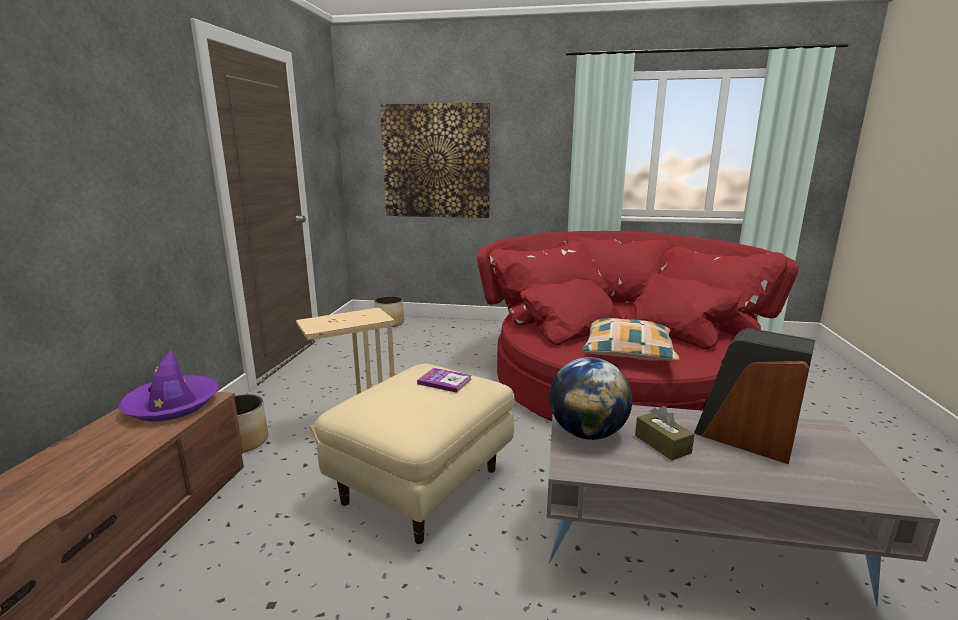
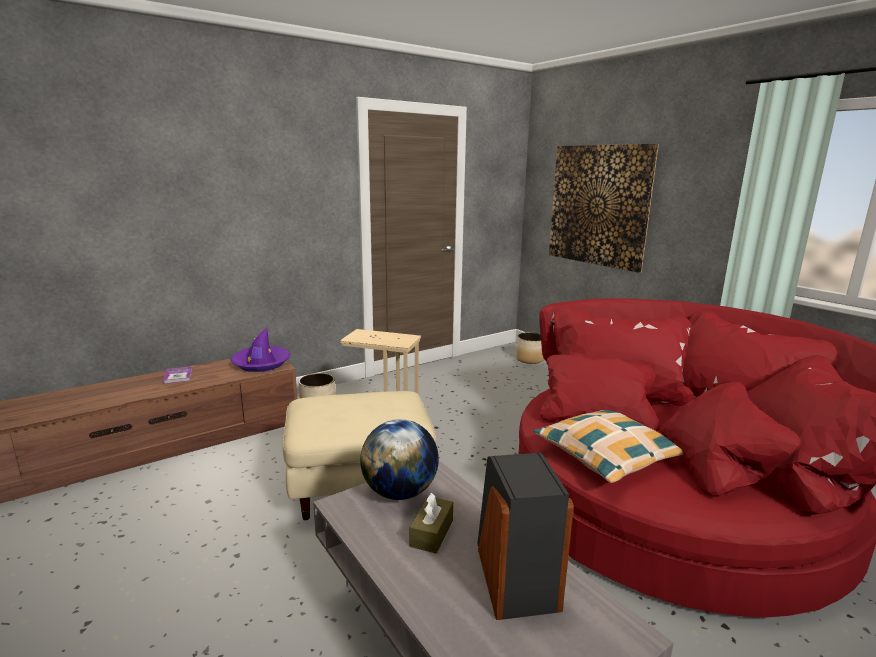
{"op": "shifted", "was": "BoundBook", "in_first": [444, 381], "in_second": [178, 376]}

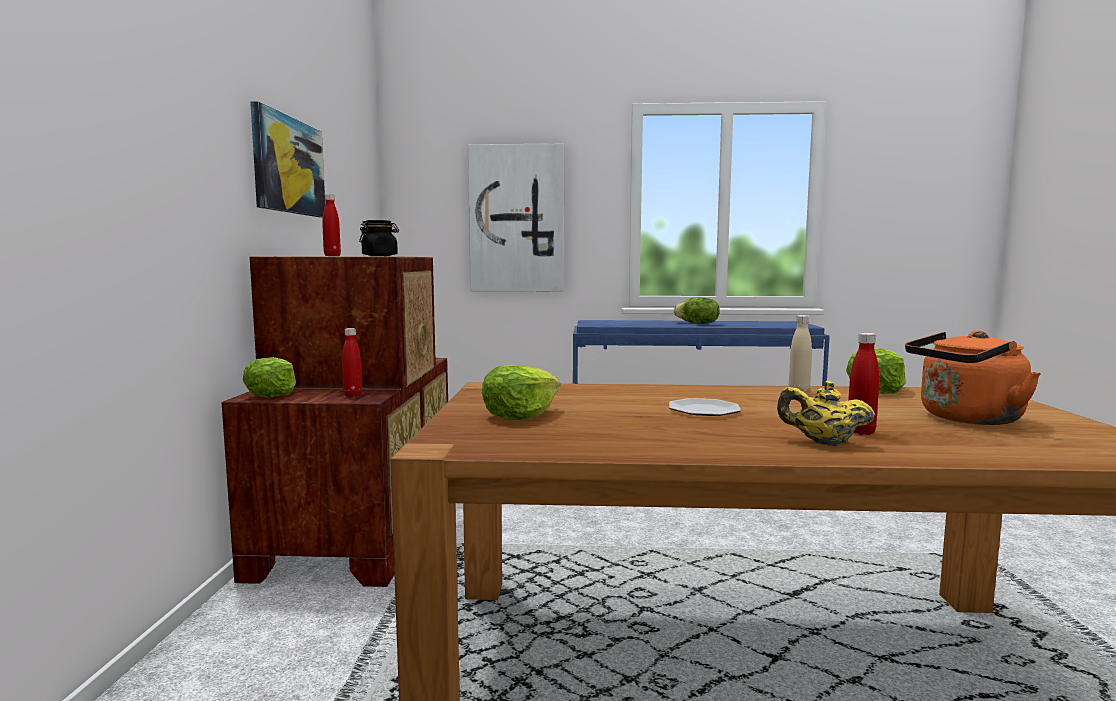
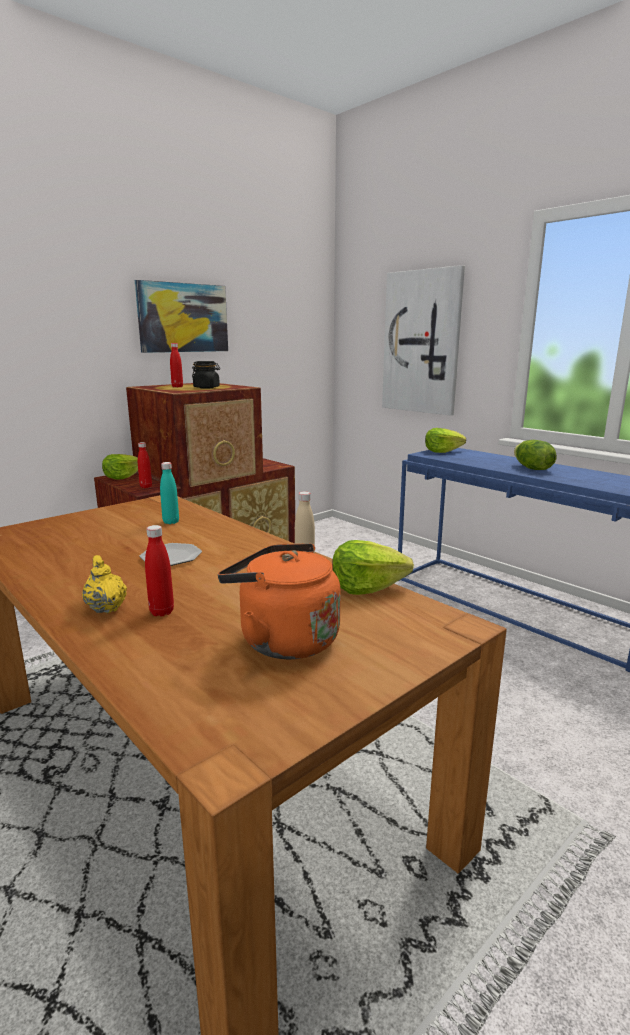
{"op": "new", "now": "BlueGreenBottle", "in_second": [171, 522]}
{"op": "shifted", "was": "HeadOfLettuce", "in_first": [520, 415], "in_second": [442, 451]}

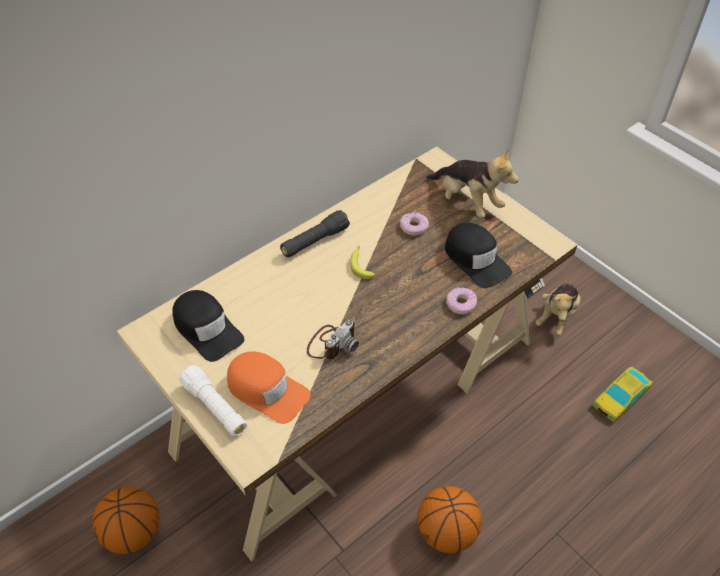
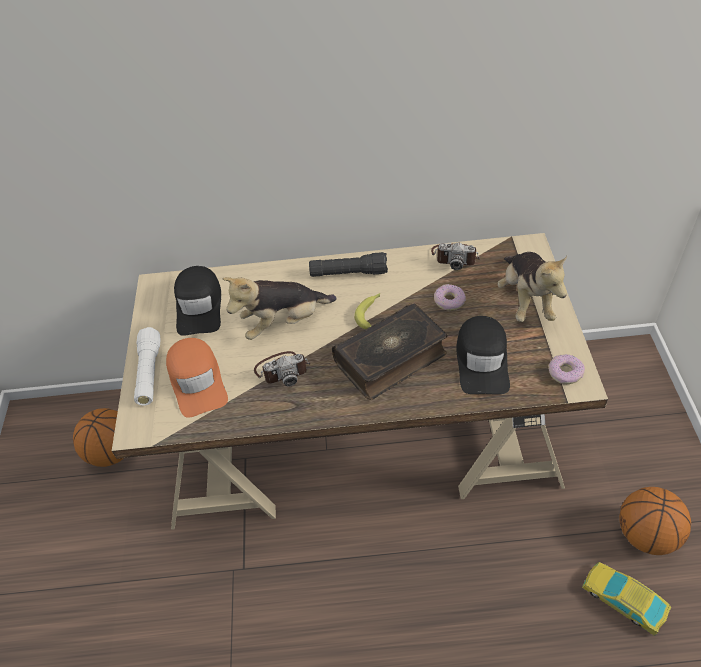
{"op": "new", "now": "BoundBook", "in_second": [391, 359]}
{"op": "new", "now": "StillCamera", "in_second": [455, 257]}
{"op": "shifted", "was": "Basketball", "in_first": [446, 532], "in_second": [646, 535]}
{"op": "shifted", "was": "RingDoughnut", "in_first": [460, 304], "in_second": [565, 372]}
{"op": "shifted", "was": "SoftToy", "in_first": [557, 316], "in_second": [283, 323]}
{"op": "rotated", "was": "MiniatureCar", "in_first": [621, 397], "in_second": [623, 600], "clockwise": 45}

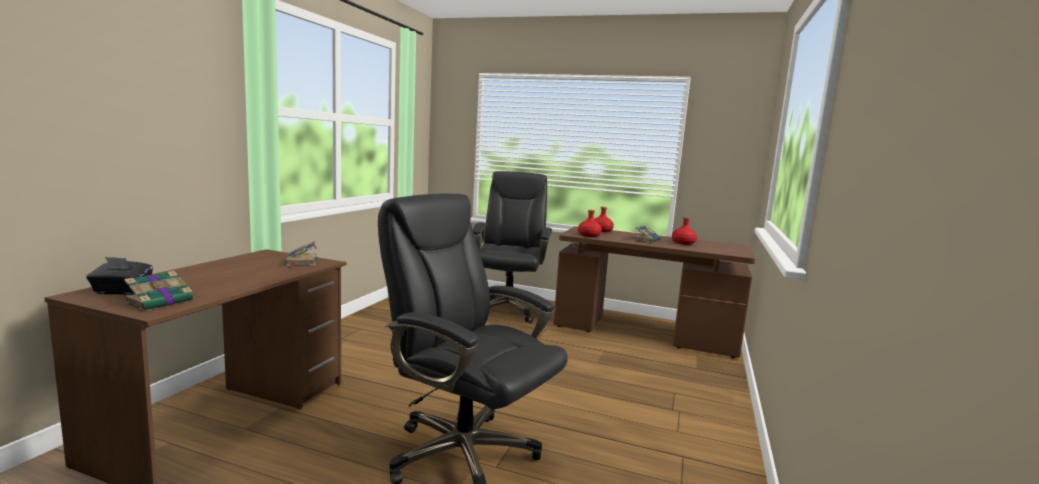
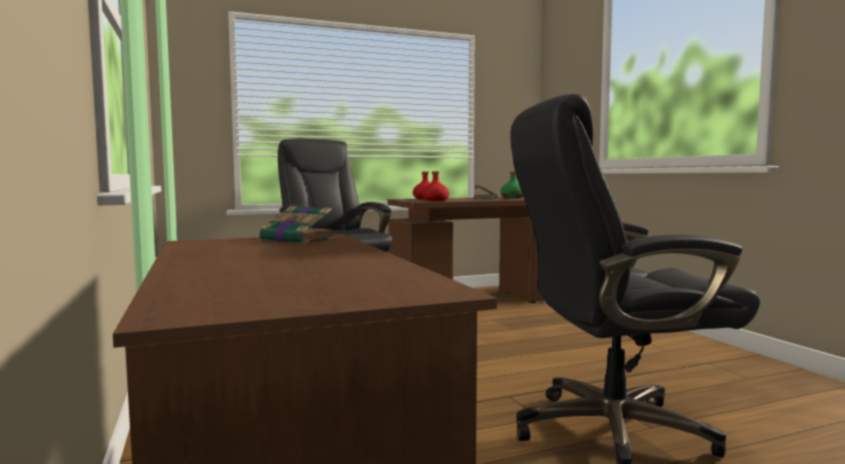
{"op": "gone", "was": "BlackBoxOfTissues", "in_first": [121, 291]}
{"op": "gone", "was": "BoundBook", "in_first": [161, 301]}
{"op": "repainted", "was": "RedBottle", "now": "GreenColouredBottle", "in_first": [683, 243], "in_second": [513, 198]}

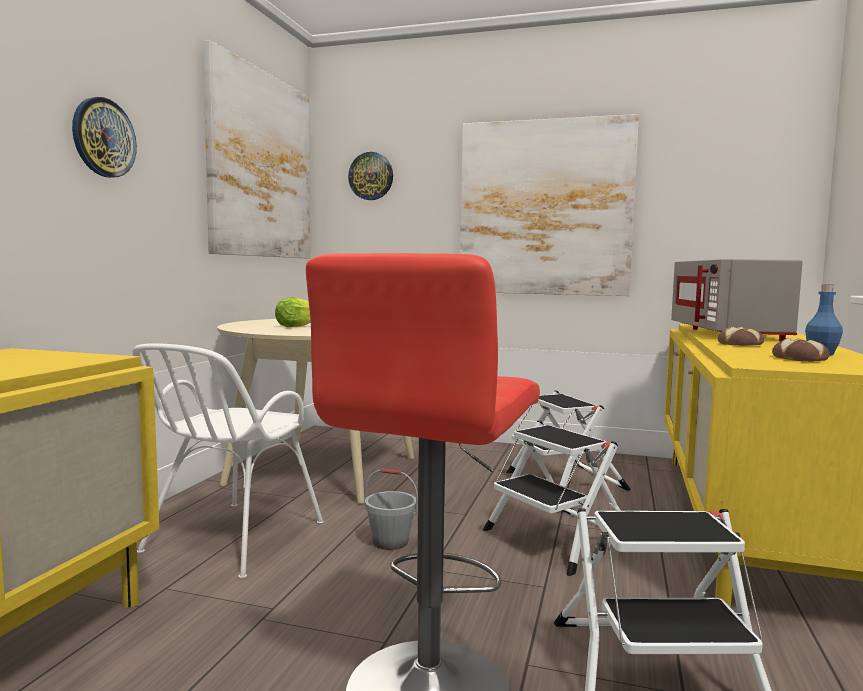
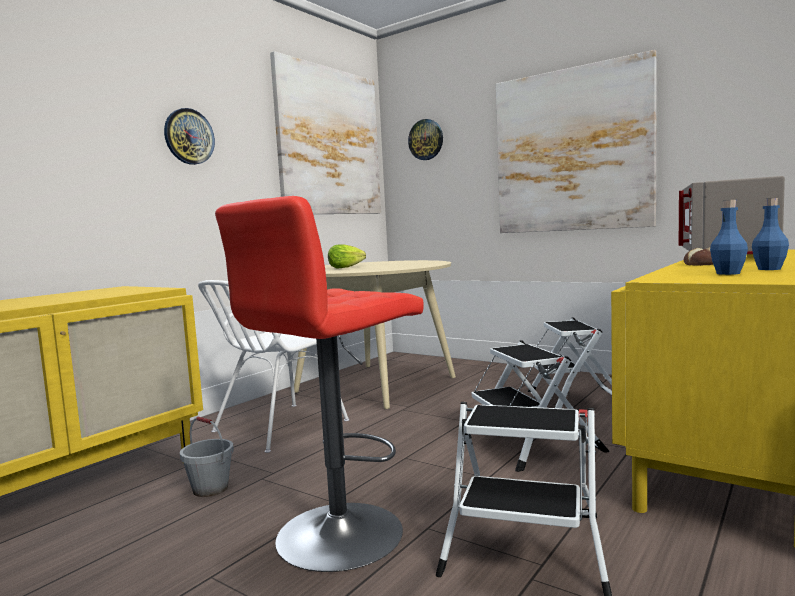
{"op": "shifted", "was": "GreyWaterBucket", "in_first": [390, 542], "in_second": [210, 489]}
{"op": "swapped", "was": "BakedBread", "now": "BluishBottle", "in_first": [800, 359], "in_second": [728, 273]}

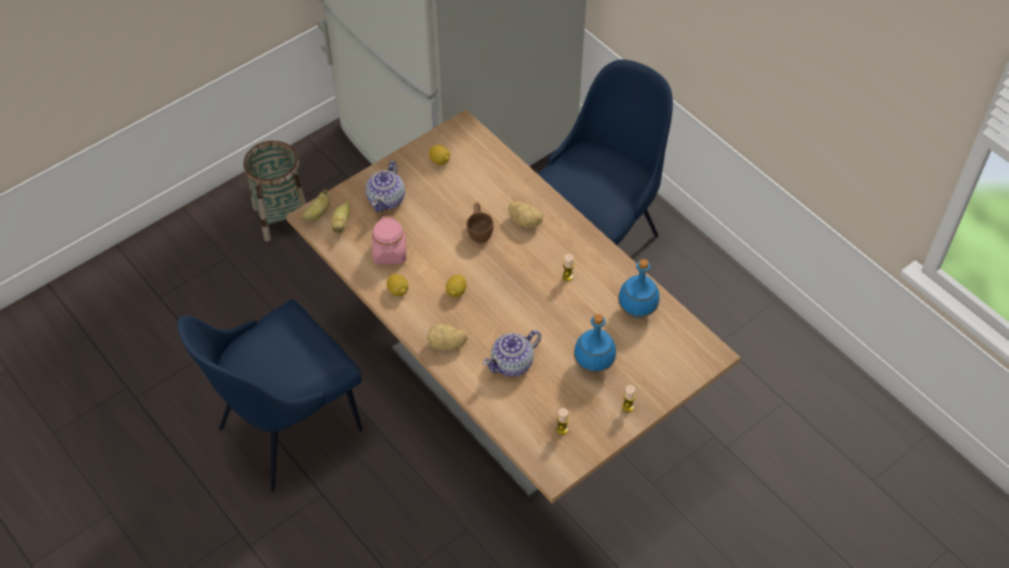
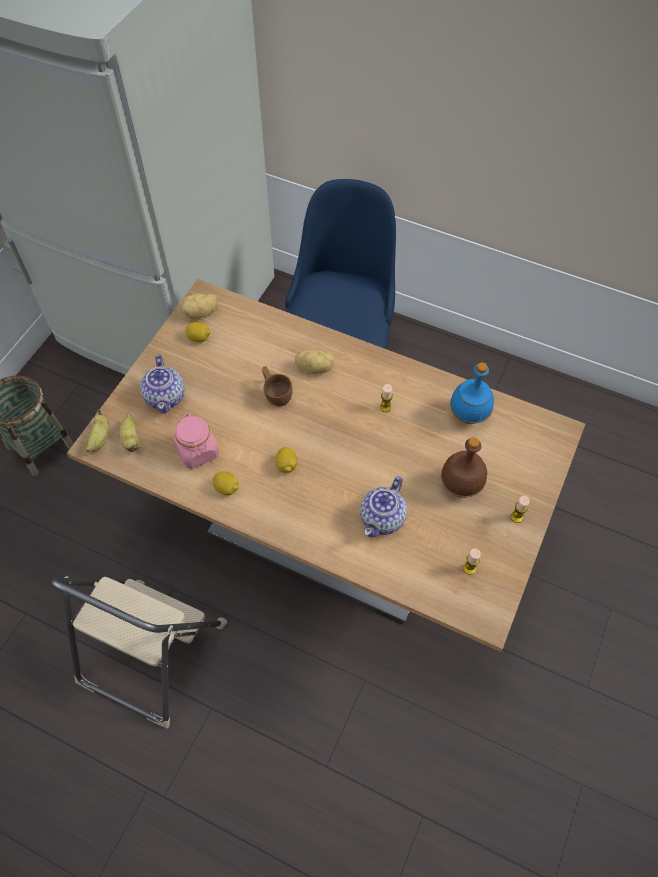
{"op": "shifted", "was": "Spud", "in_first": [447, 345], "in_second": [201, 313]}
{"op": "swapped", "was": "BluishUprightChair", "now": "SandColouredStepStool", "in_first": [290, 430], "in_second": [148, 656]}
{"op": "repainted", "was": "BluishBottle", "now": "BrownColouredBottle", "in_first": [594, 365], "in_second": [461, 487]}

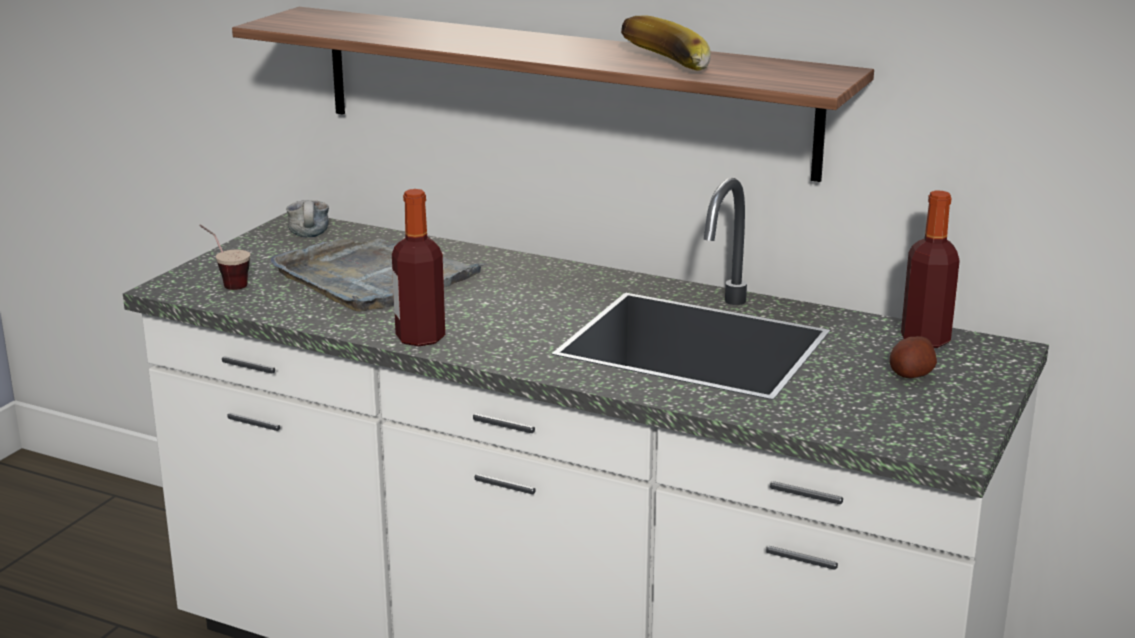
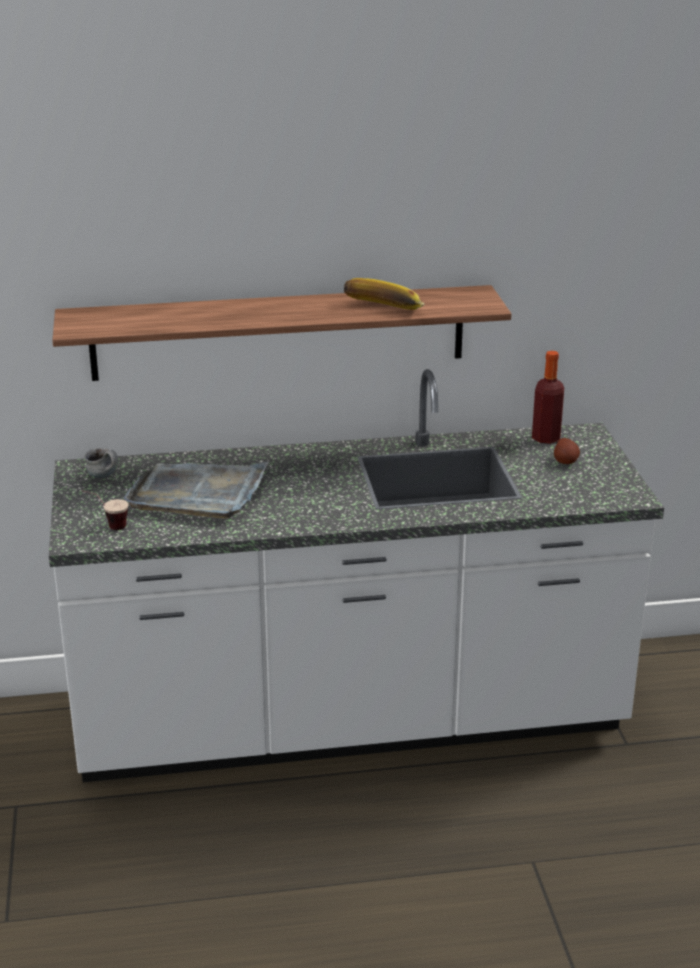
{"op": "gone", "was": "Bottle", "in_first": [420, 338]}

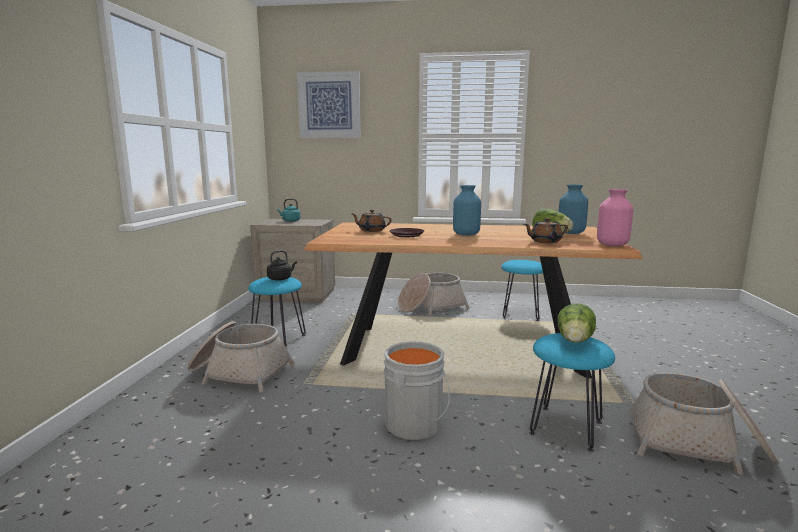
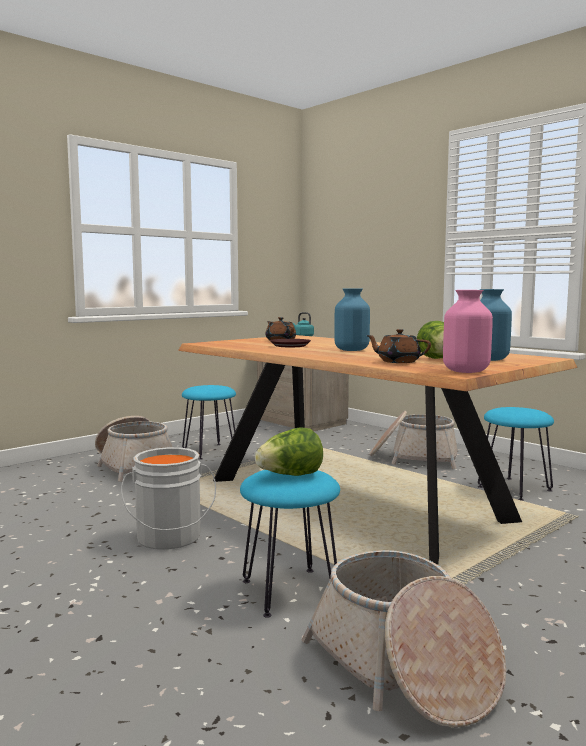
{"op": "gone", "was": "BlackTeaKettle", "in_first": [281, 278]}
{"op": "gone", "was": "WallArt", "in_first": [329, 105]}

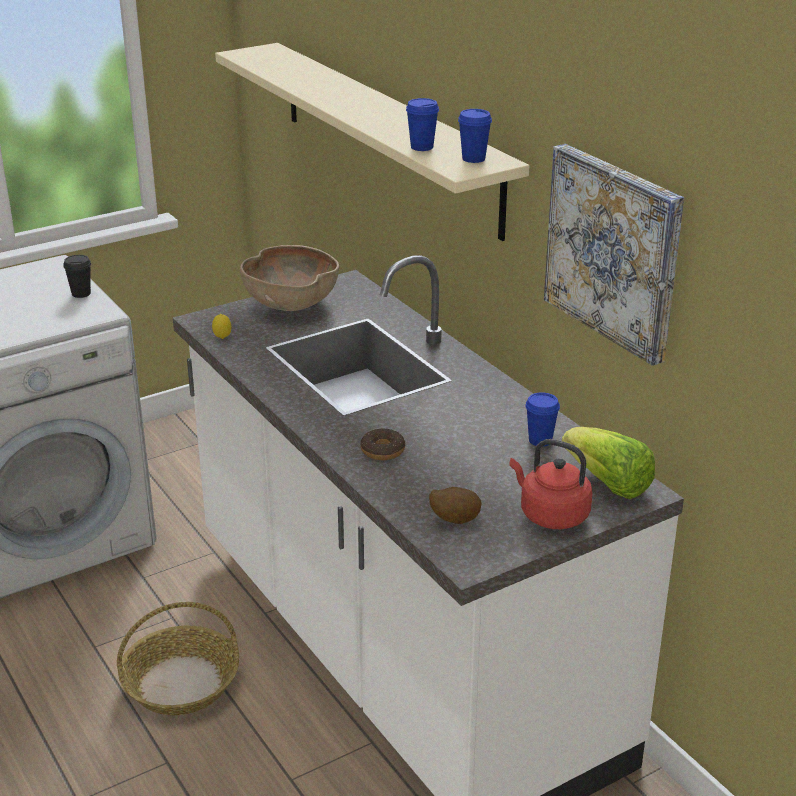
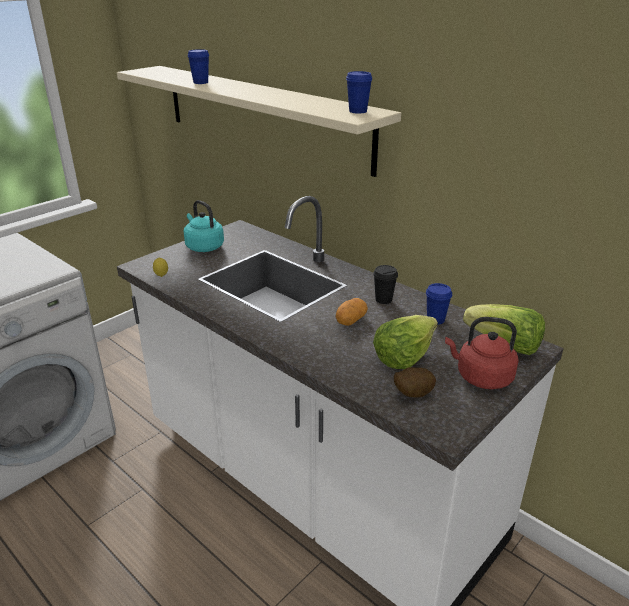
{"op": "gone", "was": "HouseholdBasket", "in_first": [181, 683]}
{"op": "gone", "was": "RingDoughnut", "in_first": [382, 450]}
{"op": "gone", "was": "WallArt", "in_first": [614, 251]}
{"op": "new", "now": "Spud", "in_second": [350, 320]}
{"op": "new", "now": "HeadOfLettuce", "in_second": [403, 356]}
{"op": "shifted", "was": "BlackCup", "in_first": [81, 294], "in_second": [383, 300]}
{"op": "shifted", "was": "BluishCup", "in_first": [422, 147], "in_second": [200, 82]}
{"op": "swapped", "was": "BrownColouredBowl", "now": "BlueGreenTeaKettle", "in_first": [290, 304], "in_second": [203, 246]}

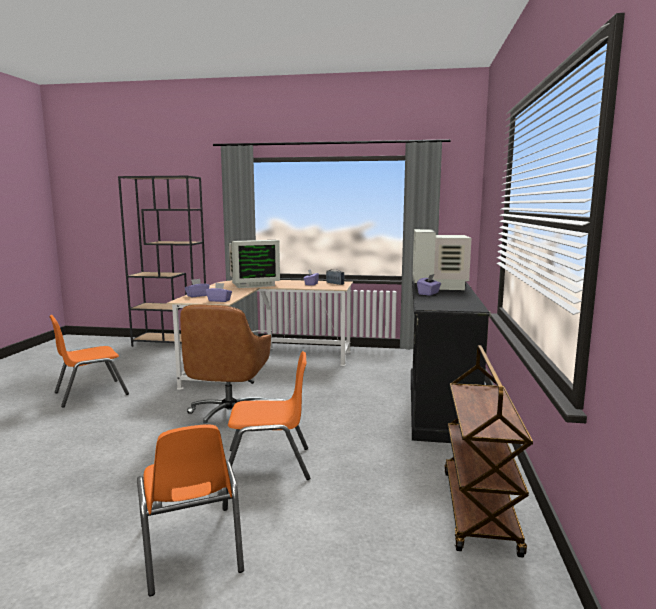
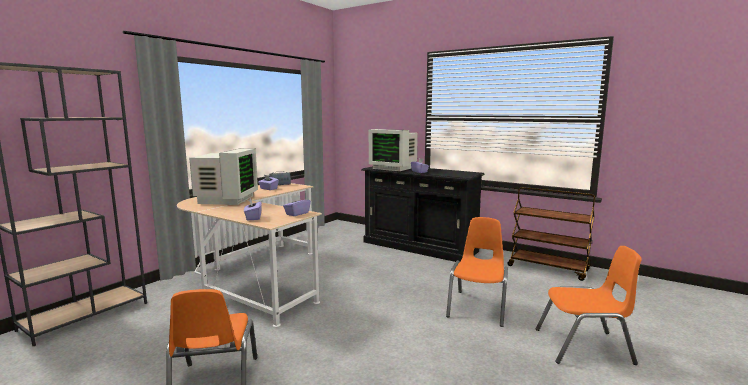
{"op": "gone", "was": "BrownColouredComputerChair", "in_first": [228, 415]}

